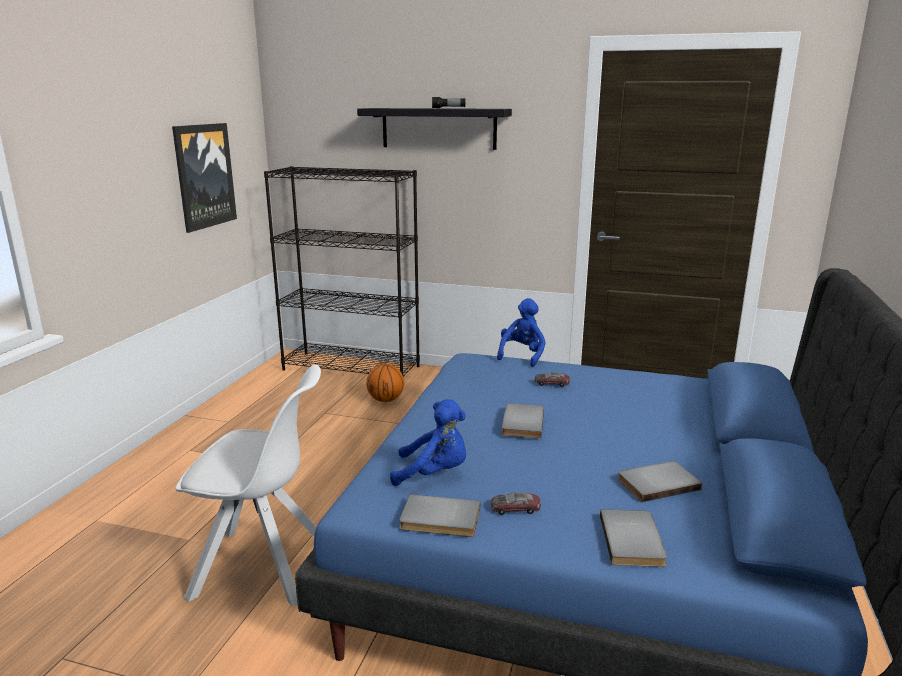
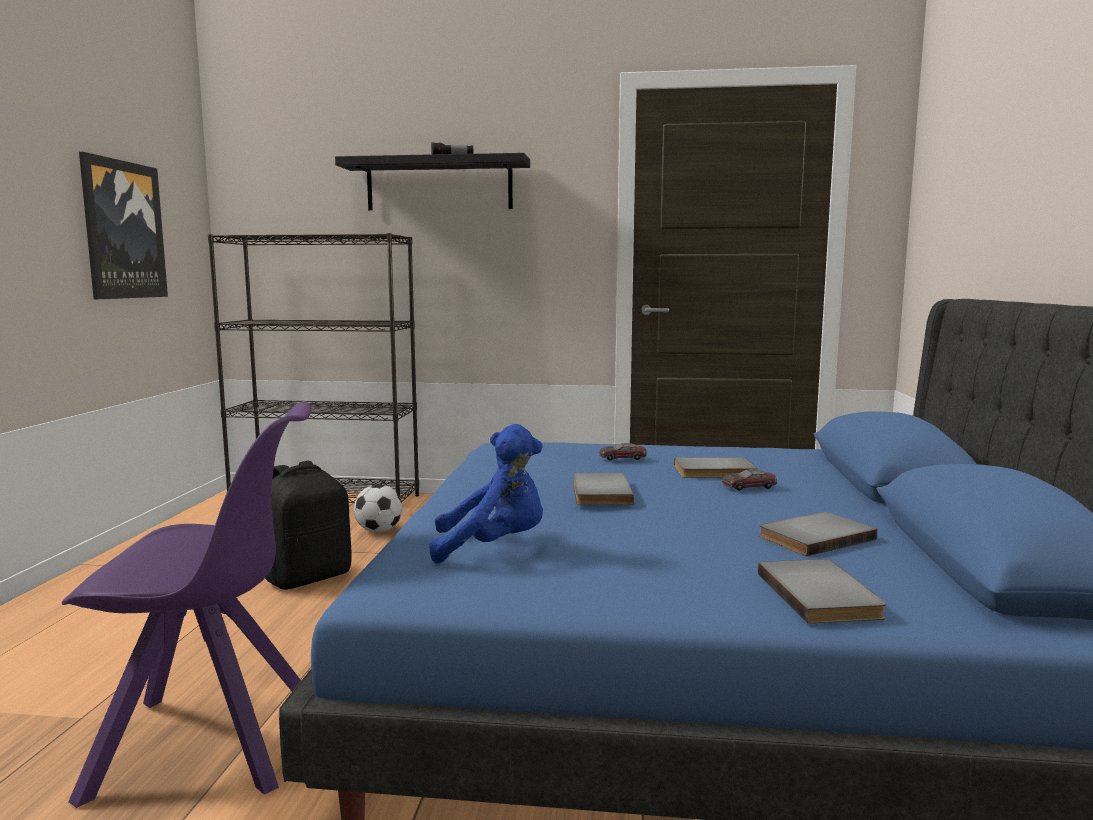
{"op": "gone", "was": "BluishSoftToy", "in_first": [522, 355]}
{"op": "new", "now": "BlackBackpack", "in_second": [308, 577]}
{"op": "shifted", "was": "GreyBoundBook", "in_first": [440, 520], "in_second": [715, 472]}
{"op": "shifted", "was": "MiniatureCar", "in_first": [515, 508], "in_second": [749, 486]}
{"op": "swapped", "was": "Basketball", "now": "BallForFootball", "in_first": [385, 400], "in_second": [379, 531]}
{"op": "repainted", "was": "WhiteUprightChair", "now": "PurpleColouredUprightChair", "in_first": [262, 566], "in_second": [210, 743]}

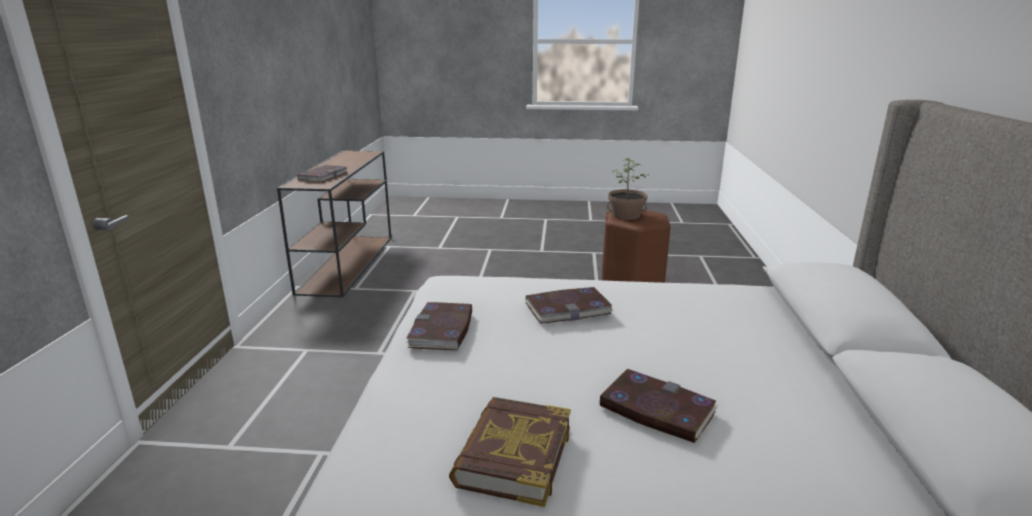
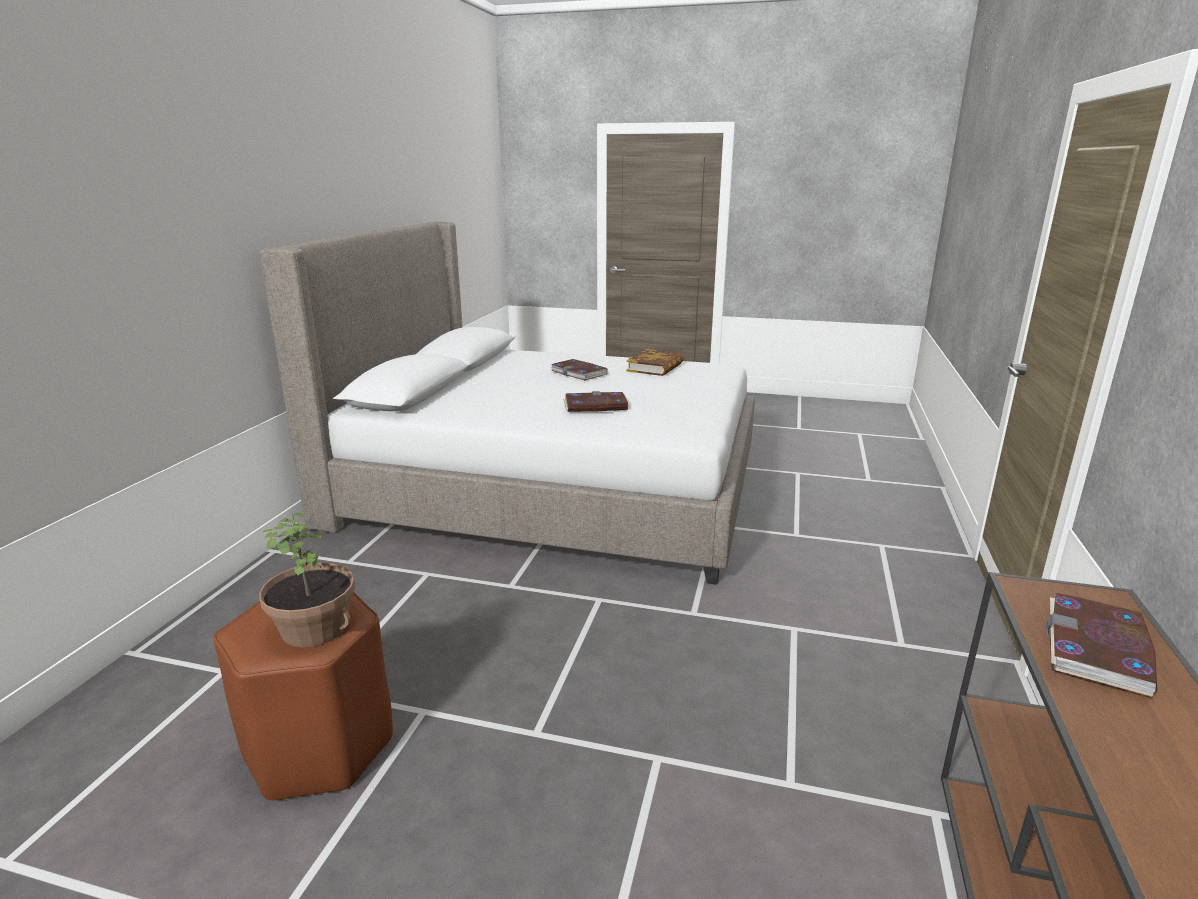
{"op": "gone", "was": "BoundBook", "in_first": [442, 330]}

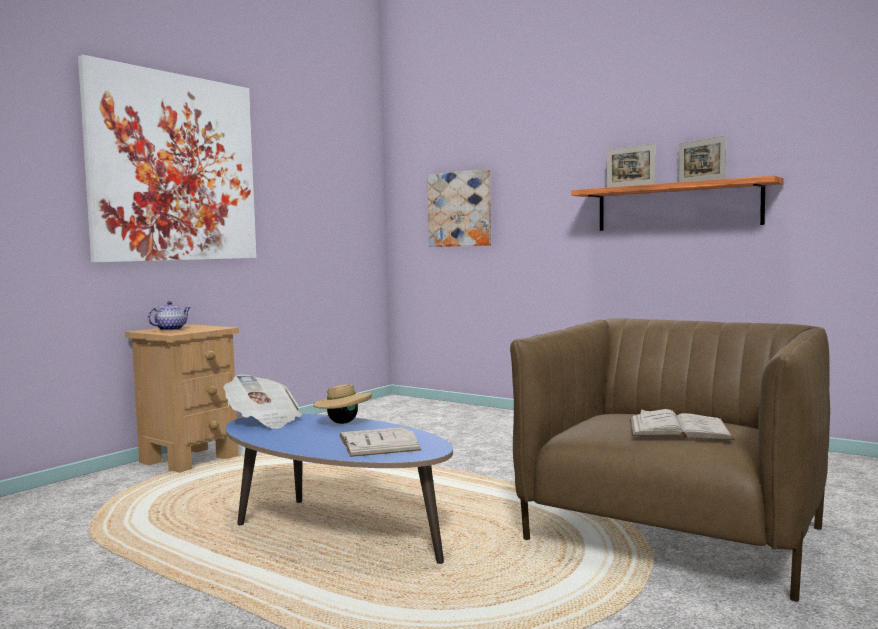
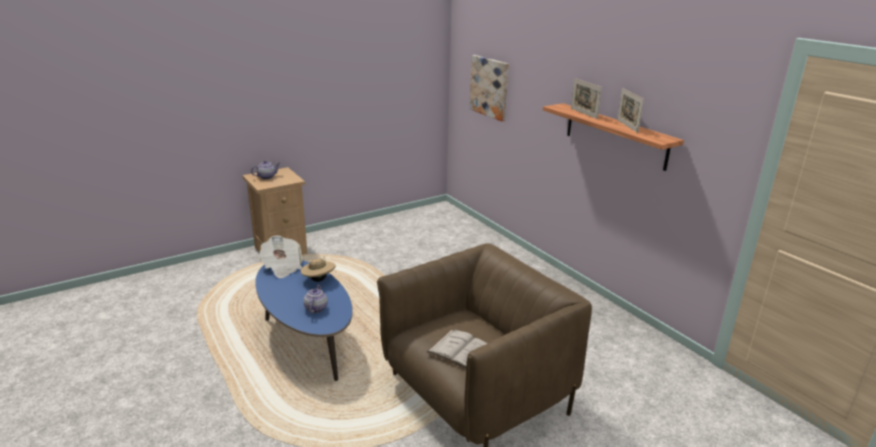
{"op": "gone", "was": "WallArt", "in_first": [174, 168]}
{"op": "swapped", "was": "WhiteBoundBook", "now": "PotForTea", "in_first": [378, 442], "in_second": [316, 308]}

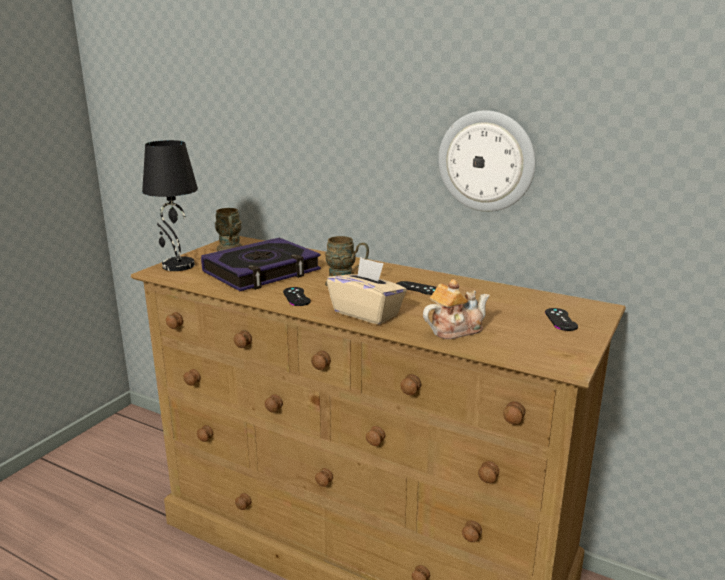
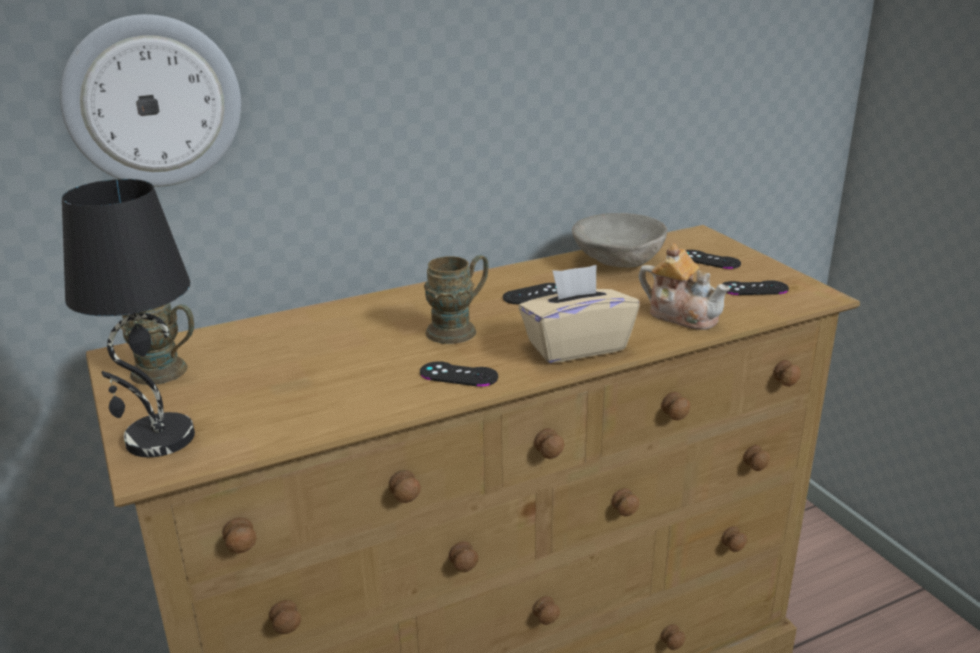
{"op": "gone", "was": "BoundBook", "in_first": [262, 271]}
{"op": "new", "now": "GreyBowl", "in_second": [619, 261]}
{"op": "new", "now": "BlackJoypad", "in_second": [754, 288]}
{"op": "shifted", "was": "ClockOnTheWall", "in_first": [486, 161], "in_second": [153, 102]}
{"op": "rotated", "was": "PotForTea", "in_first": [454, 330], "in_second": [682, 315], "clockwise": 120}

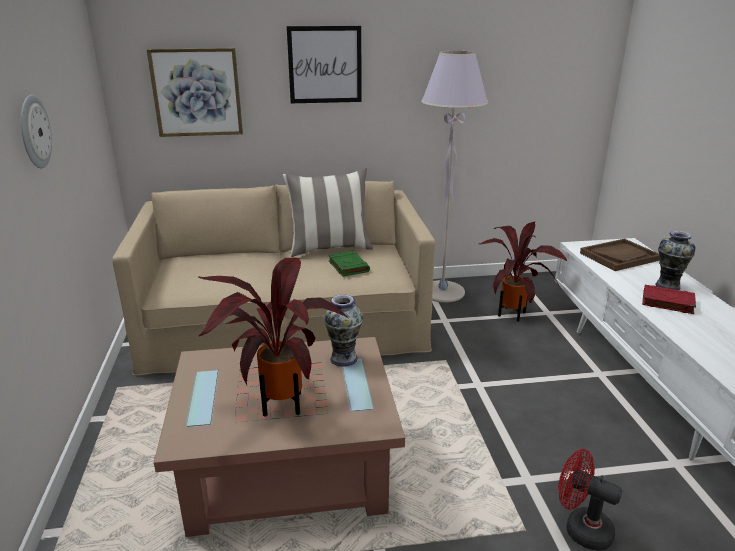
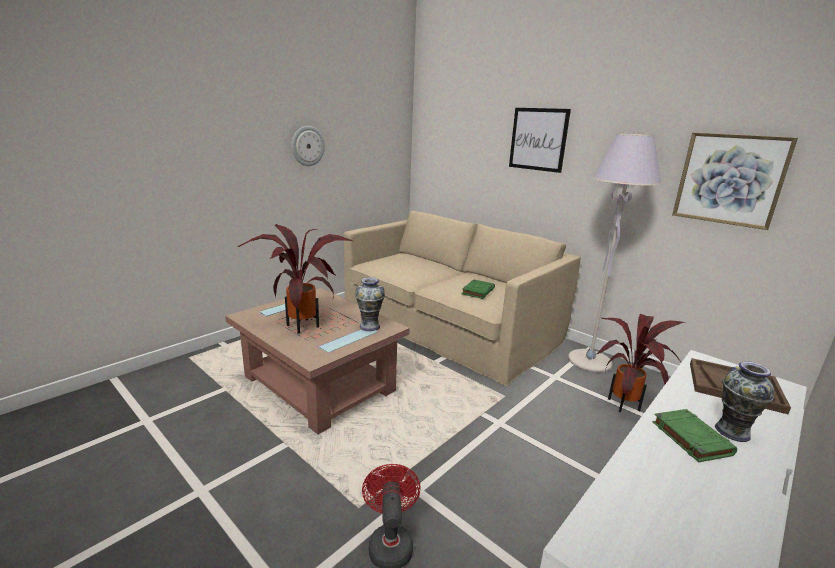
{"op": "gone", "was": "ThrowPillow", "in_first": [330, 248]}
{"op": "shifted", "was": "WallArt", "in_first": [196, 92], "in_second": [730, 179]}
{"op": "repainted", "was": "RedBoundBook", "now": "GreenColouredBoundBook", "in_first": [667, 302], "in_second": [690, 438]}

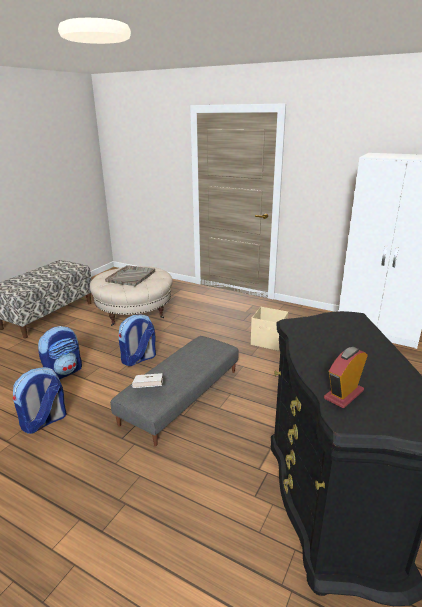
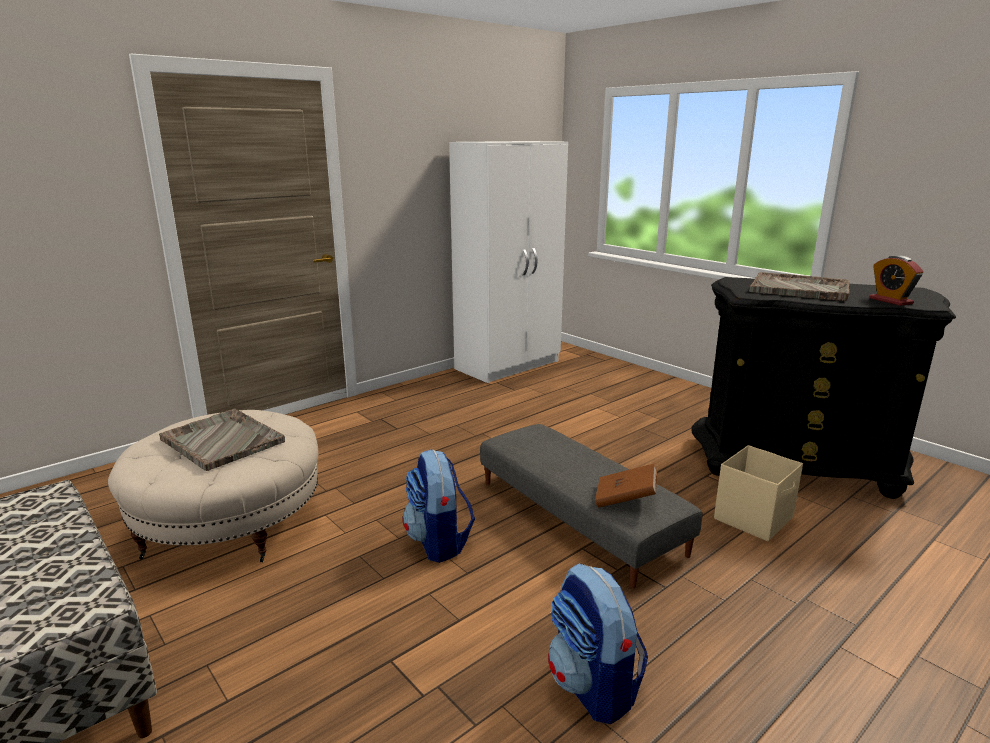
{"op": "gone", "was": "Backpack", "in_first": [64, 372]}
{"op": "new", "now": "GreyTray", "in_second": [800, 289]}
{"op": "shifted", "was": "SandColouredStorageBox", "in_first": [269, 342], "in_second": [754, 518]}
{"op": "repainted", "was": "WhiteBoundBook", "now": "BrownColouredBoundBook", "in_first": [148, 388], "in_second": [625, 499]}

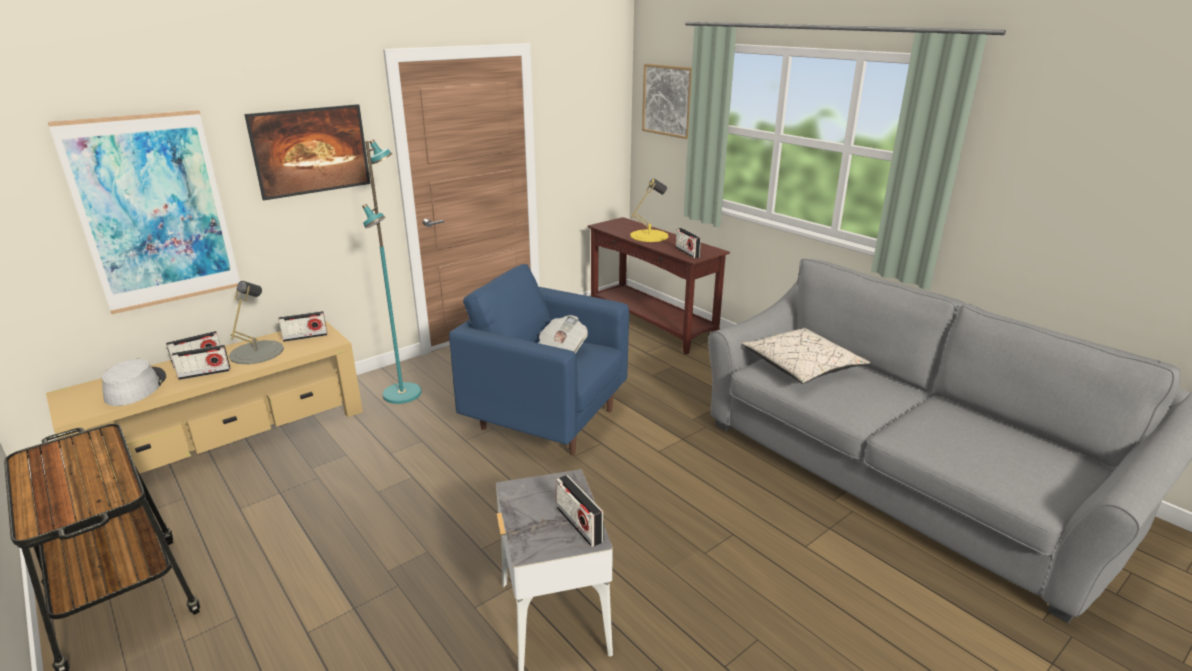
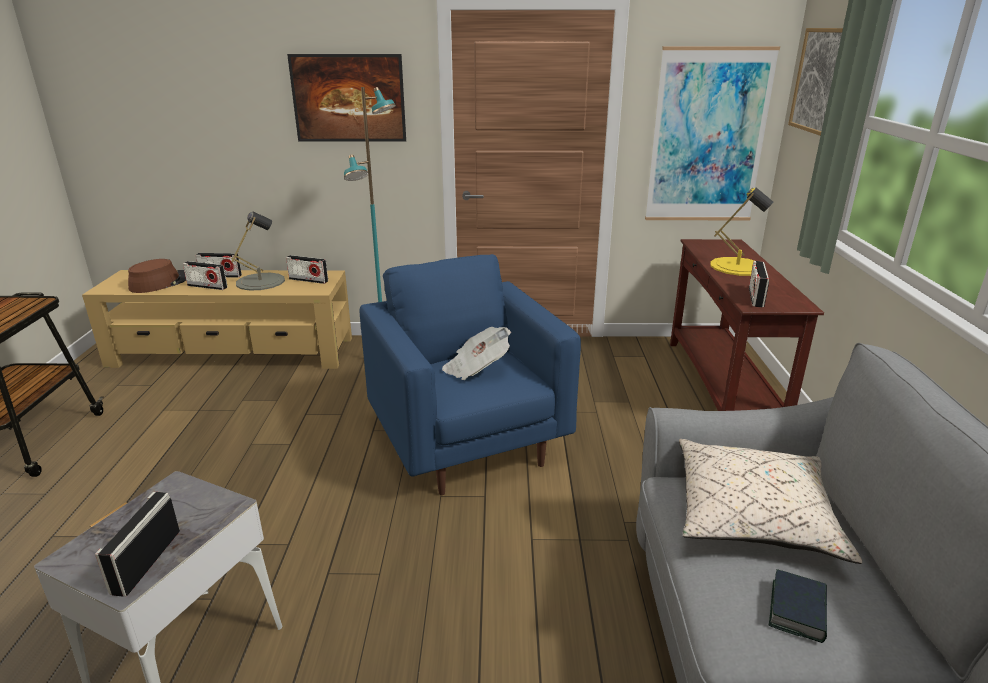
{"op": "new", "now": "BoundBook", "in_second": [797, 611]}
{"op": "shifted", "was": "WallArt", "in_first": [154, 212], "in_second": [708, 137]}
{"op": "repainted", "was": "GreyHat", "now": "BrownColouredHat", "in_first": [135, 387], "in_second": [160, 282]}

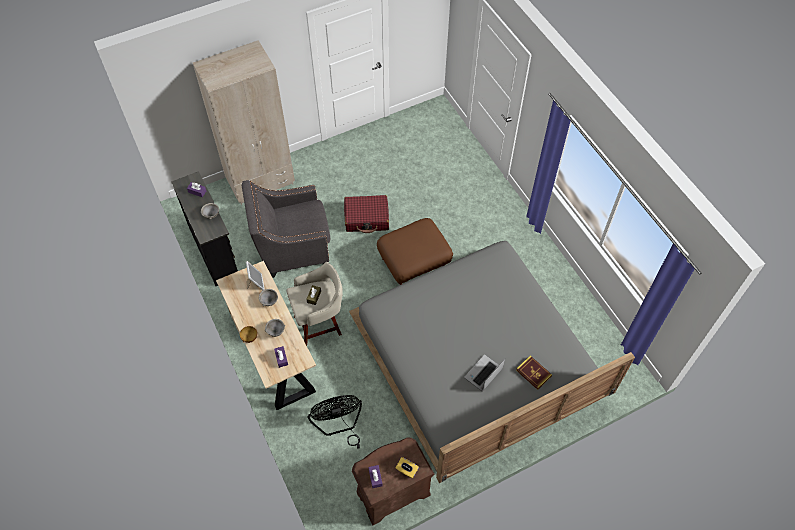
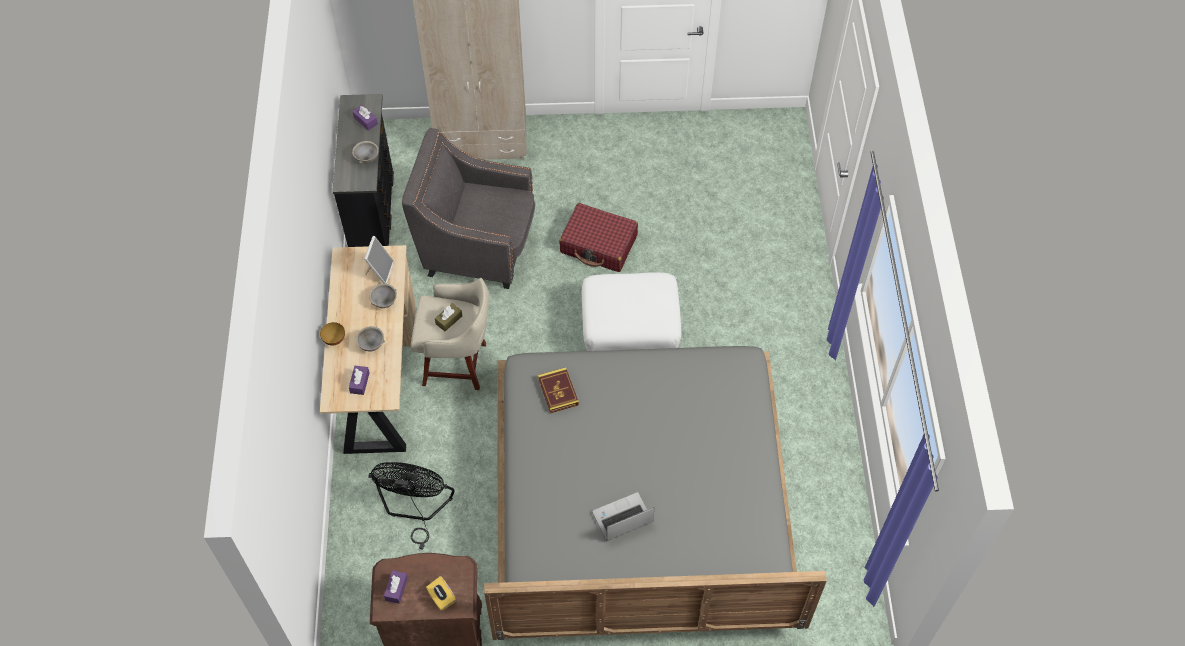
{"op": "shifted", "was": "BoundBook", "in_first": [533, 373], "in_second": [558, 391]}
{"op": "repainted", "was": "BrownColouredPouffe", "now": "WhitePouffe", "in_first": [414, 264], "in_second": [629, 333]}

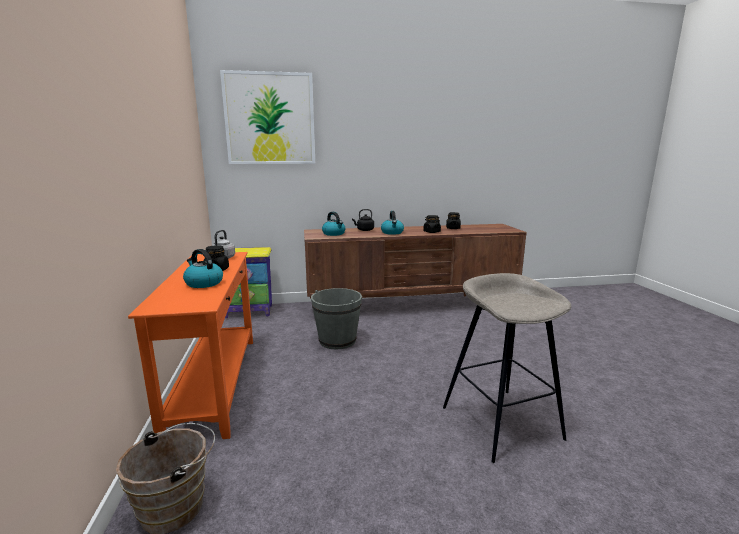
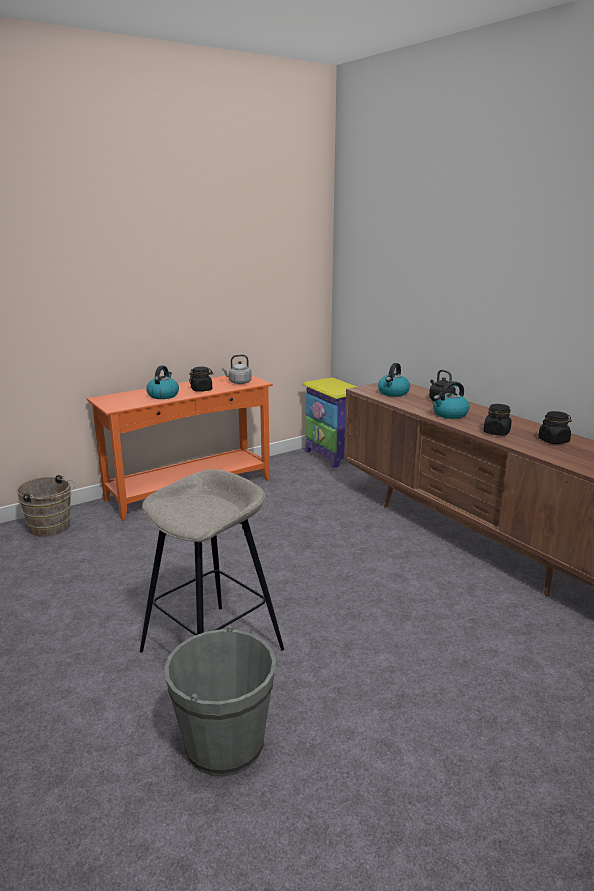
{"op": "gone", "was": "WallArt", "in_first": [270, 119]}
{"op": "shifted", "was": "GreyWaterBucket", "in_first": [337, 341], "in_second": [225, 745]}

